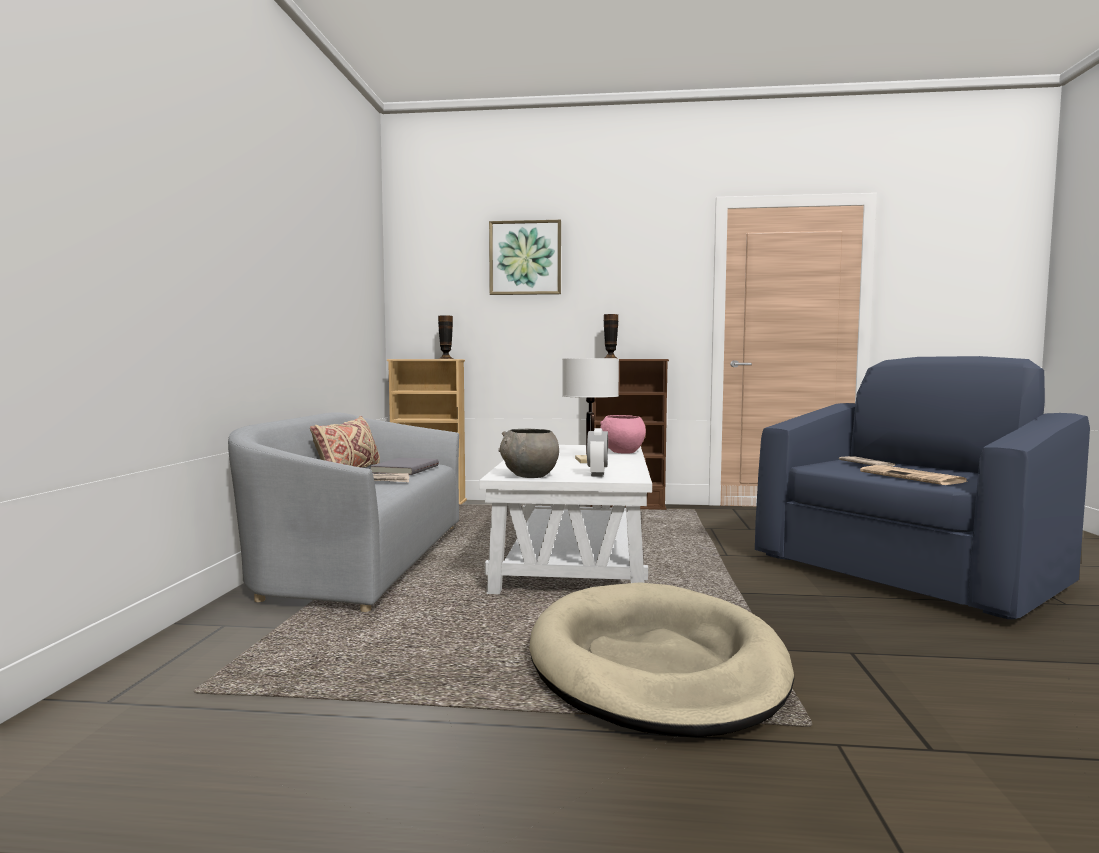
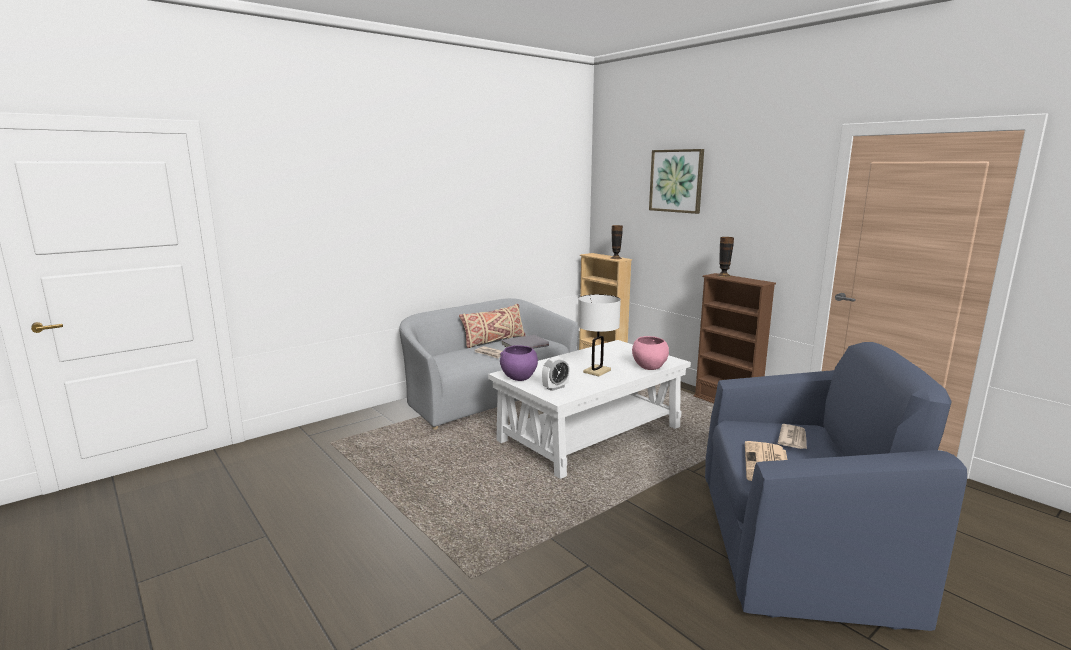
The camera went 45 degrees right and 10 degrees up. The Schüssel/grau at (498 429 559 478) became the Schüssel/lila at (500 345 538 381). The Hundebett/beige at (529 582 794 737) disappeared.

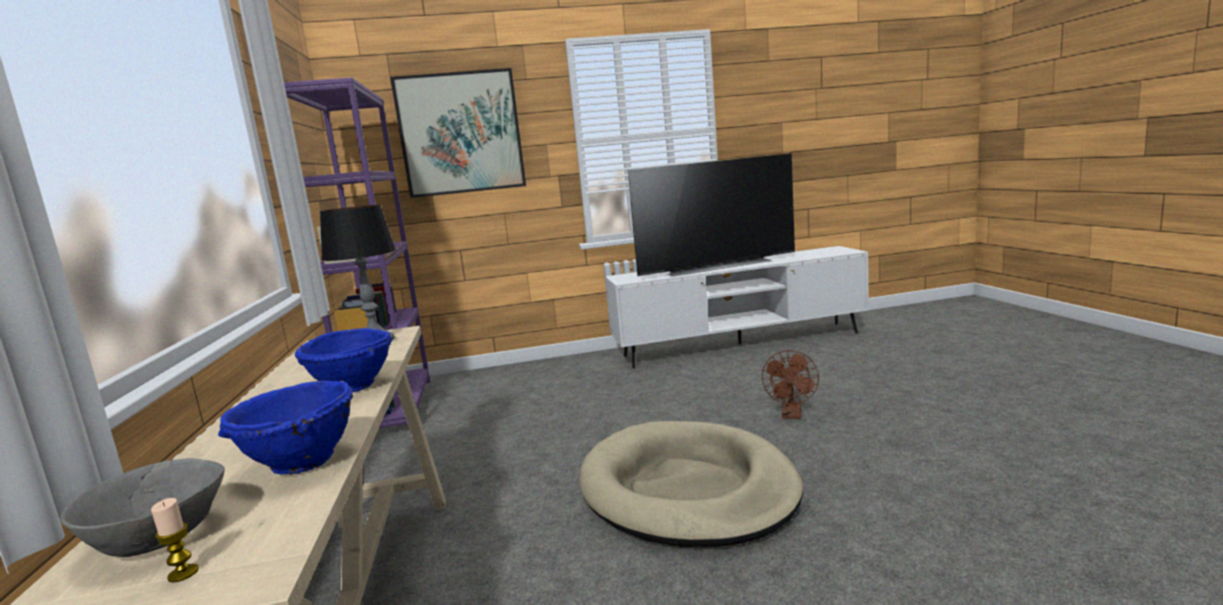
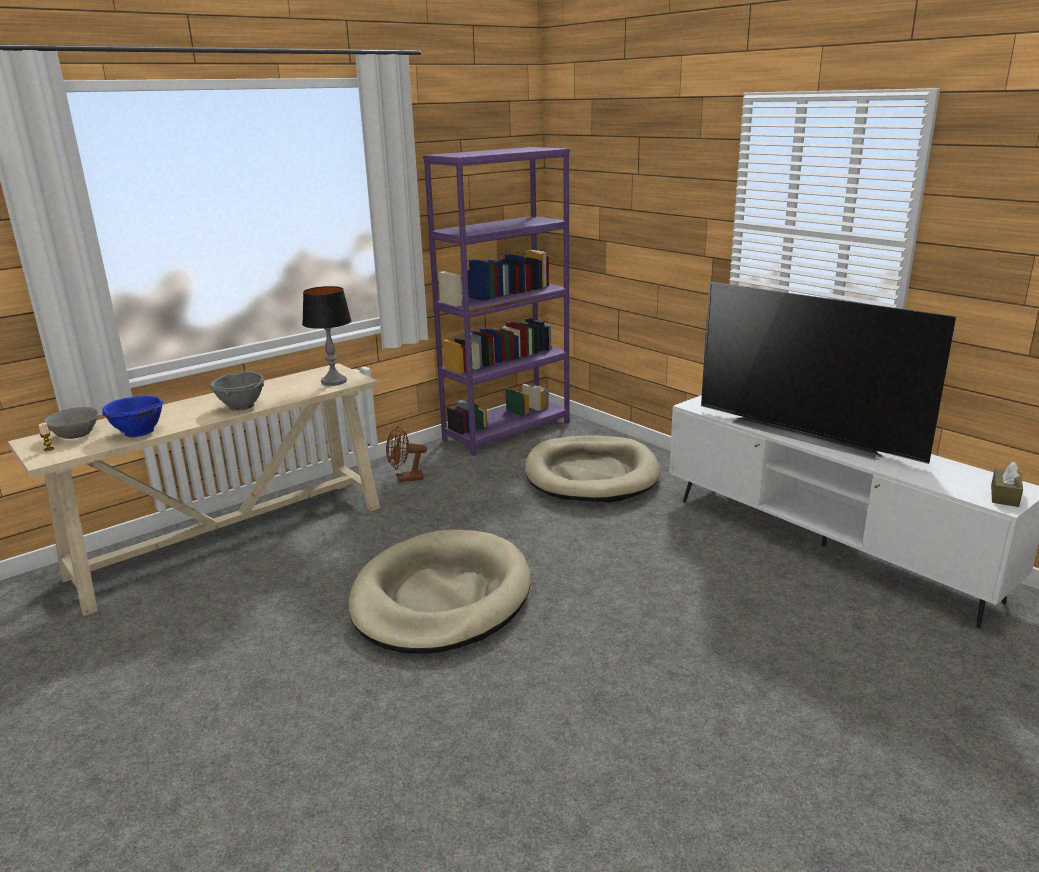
The camera went 60 degrees right and 10 degrees up. The Bild at (390 68 526 198) disappeared. The Schüssel/blau at (295 328 392 392) became the Schüssel/grau at (210 371 265 411). The Ventilator/braun moved from (762 350 819 419) to (386 425 427 483). The Hundebett/beige at (525 436 660 502) appeared. The Taschentuchbox/braun at (991 461 1023 507) appeared.

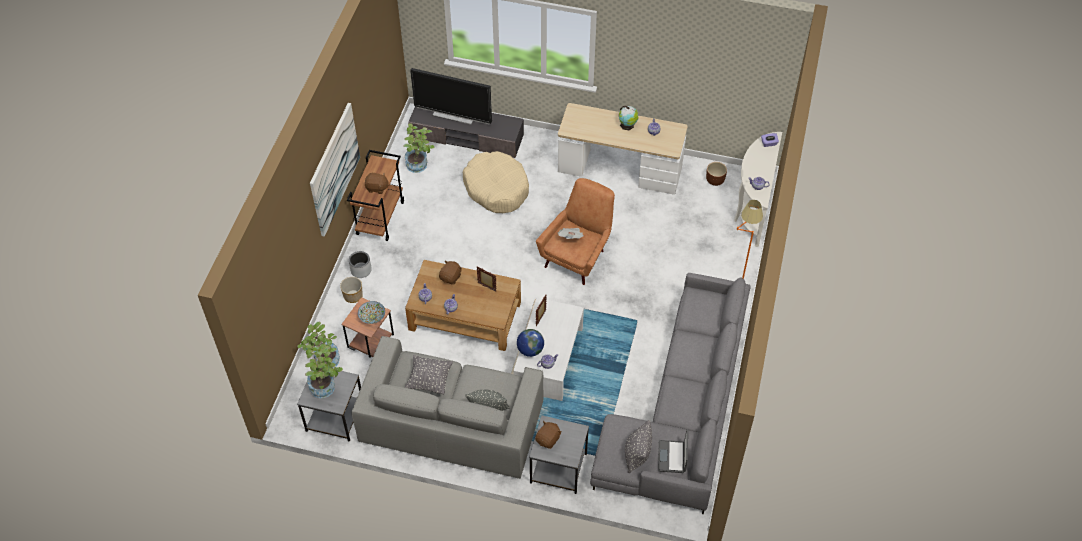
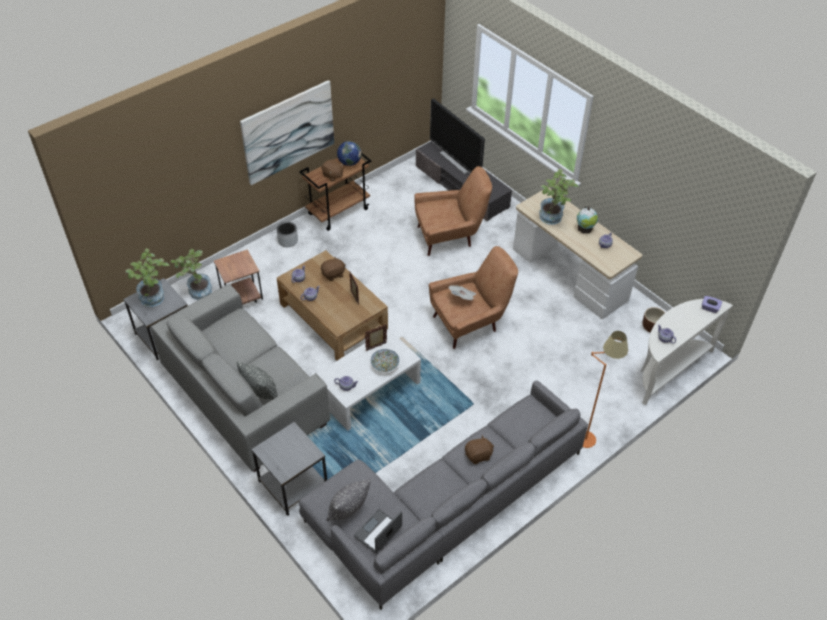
The camera went 35 degrees right and 5 degrees down. The Topfpflanze moved from (403 123 435 173) to (539 169 579 225). The Hundebett/beige at (463 151 529 213) was replaced by the Sessel/braun at (414 166 492 256). The Pflanzkübel at (340 277 363 303) disappeared. The Schüssel moved from (358 301 385 324) to (371 349 399 372). The Globus moved from (517 329 544 357) to (337 141 362 166). The Kissen/grau at (405 355 453 394) disappeared. The Plüschtier/braun moved from (535 421 561 449) to (465 435 494 464).

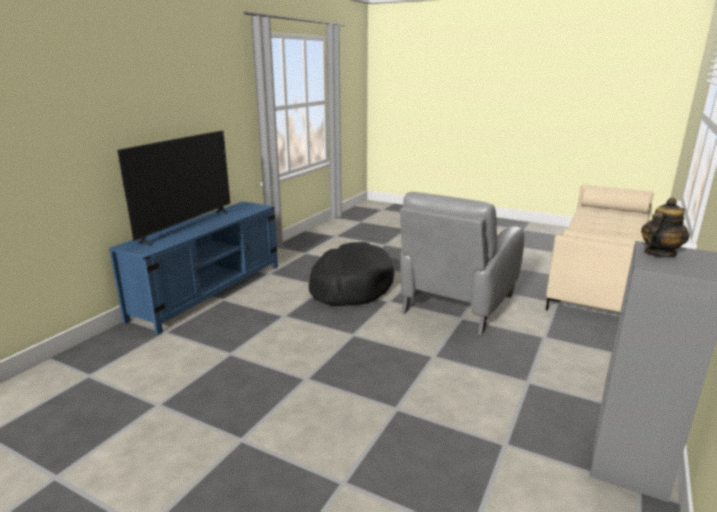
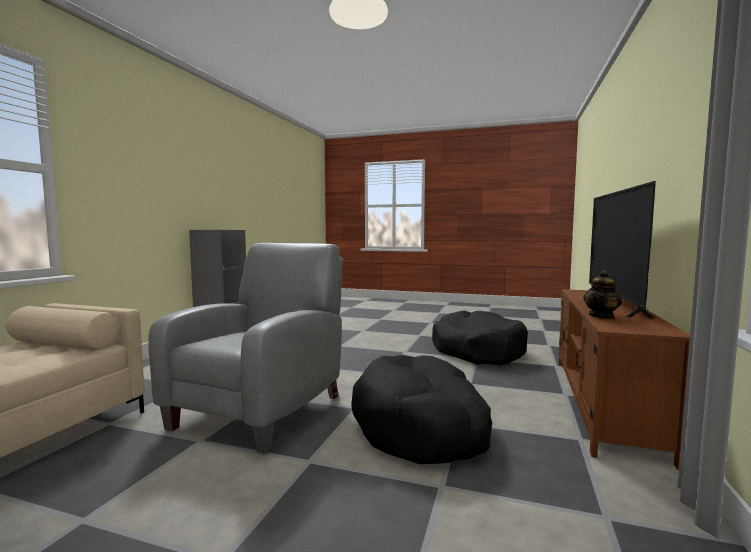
The camera went 170 degrees right and 15 degrees down. The Teekanne moved from (641 198 690 257) to (583 270 622 319). The Fernsehschrank/blau at (109 201 278 335) became the Fernsehschrank/braun at (558 289 690 470). The Hundebett/schwarz at (432 310 528 365) appeared.

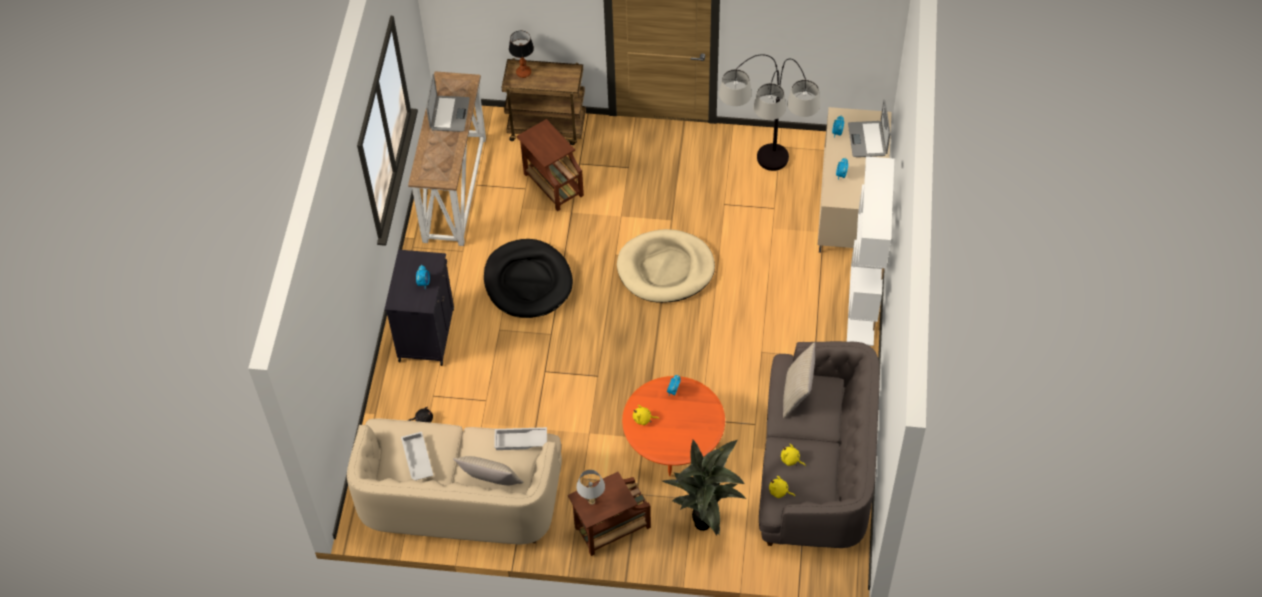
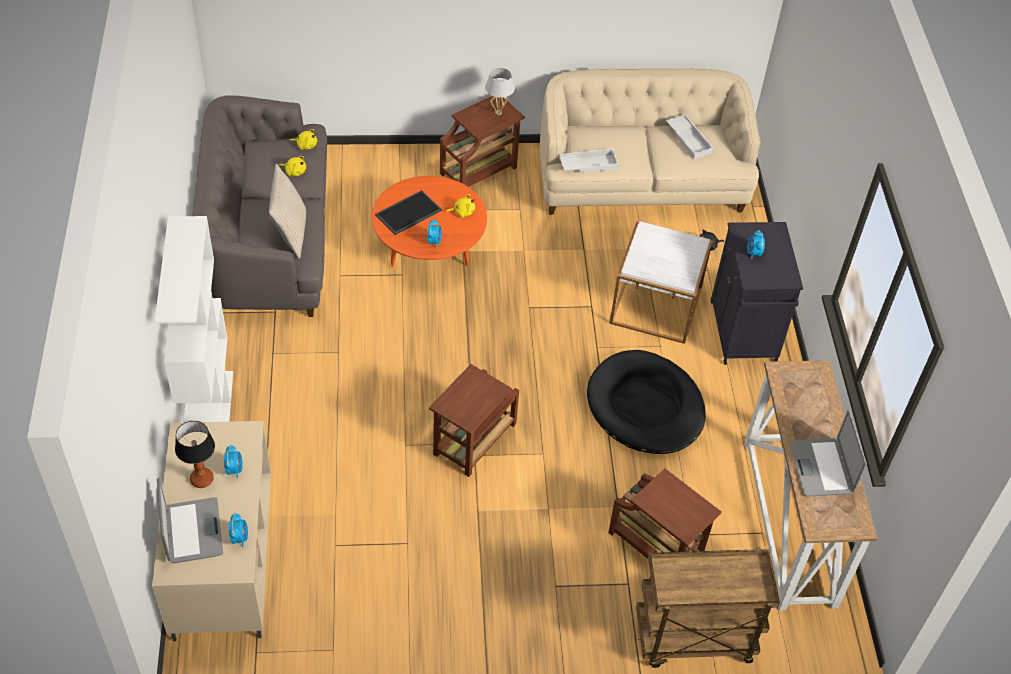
The camera went 165 degrees right and 5 degrees down. The Tischlampe moved from (509 30 534 78) to (175 421 215 488). The Stehlampe at (719 54 821 171) disappeared. The Hundebett/beige at (617 229 715 303) was replaced by the Beistelltisch/braun at (429 364 519 477). The Topfpflanze at (663 440 746 536) disappeared. The Kissen/beige at (453 456 524 485) disappeared. The Tablett at (375 190 442 235) appeared. The Beistelltisch/weiß at (609 221 713 344) appeared.

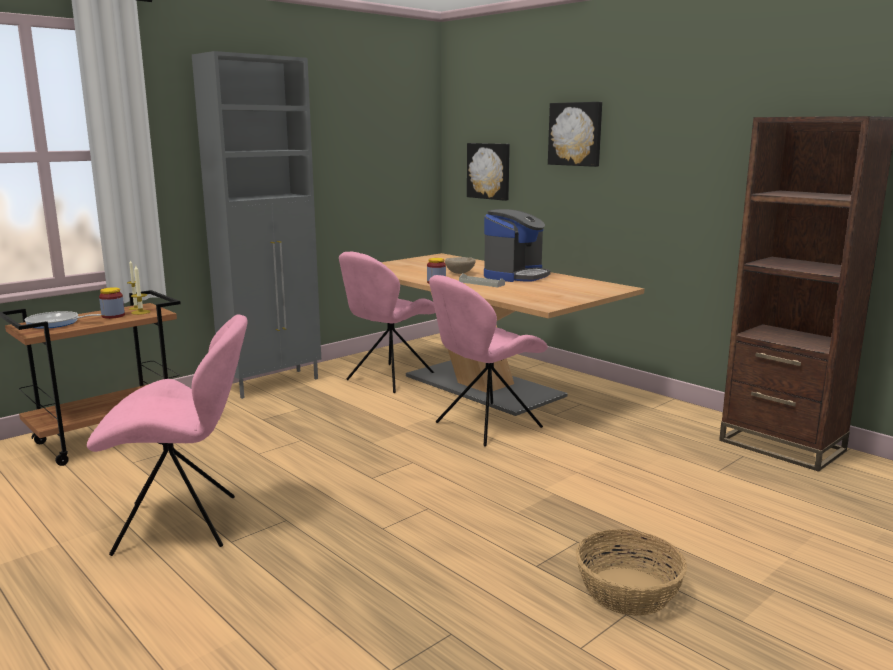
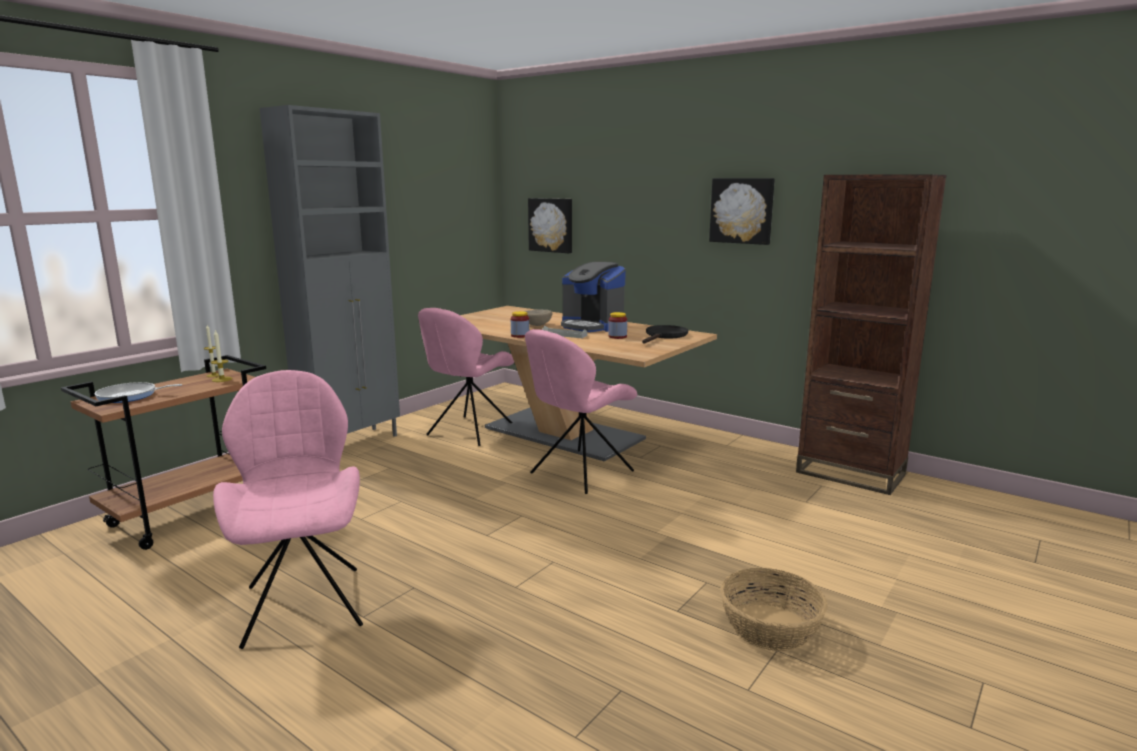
The camera went 10 degrees left and 0 degrees up. The Bild moved from (548 102 602 167) to (709 178 775 245). The Kaffeemaschine at (484 209 551 282) turned 105 degrees clockwise. The Vorratsglas moved from (99 287 125 319) to (608 312 627 339). The Stuhl/rosa at (87 314 248 556) turned 90 degrees counterclockwise. The Pfanne/schwarz at (642 325 688 344) appeared.

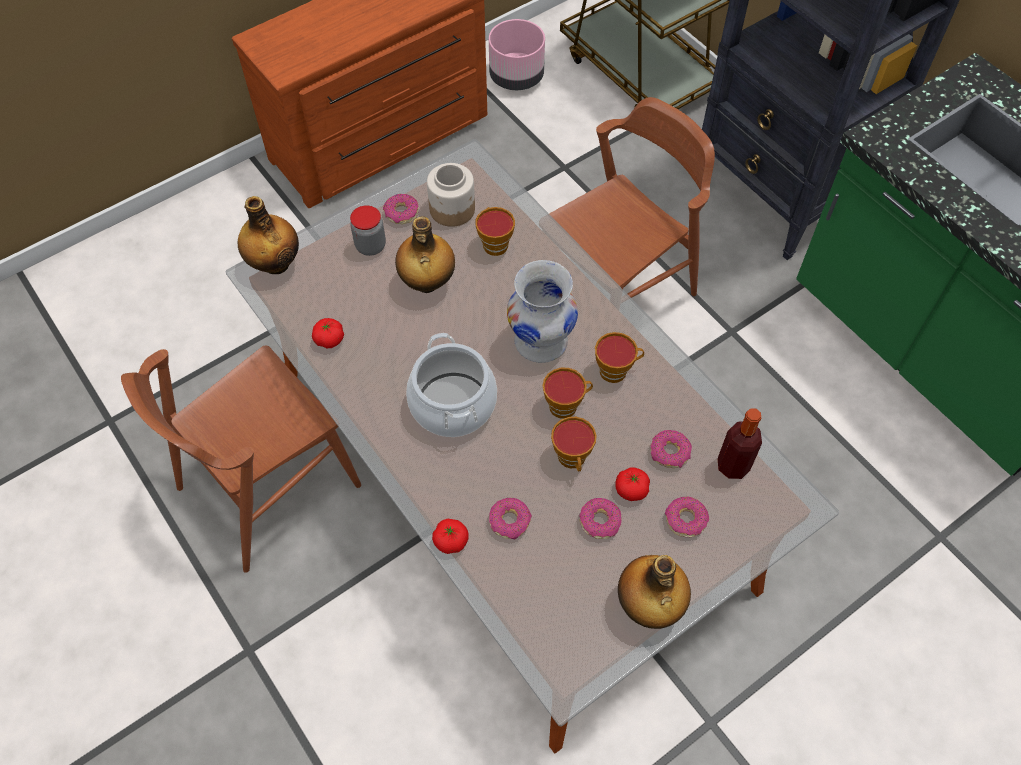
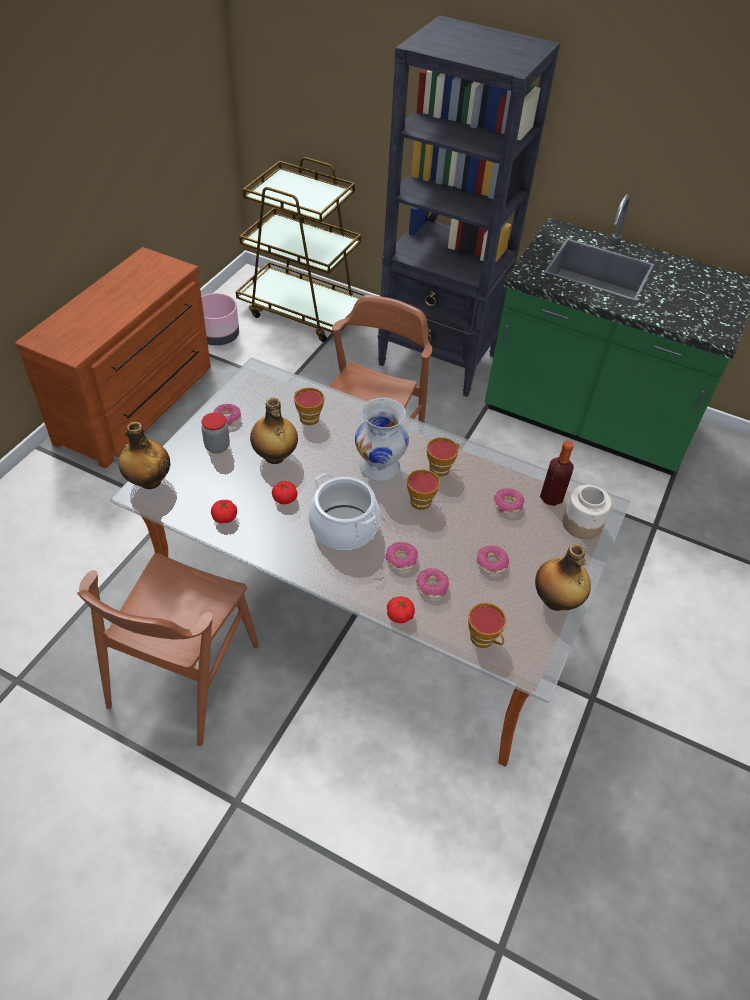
The camera went 30 degrees left and 10 degrees down. The Vorratsglas moved from (427 163 475 227) to (563 485 612 539). The Tasse moved from (551 417 597 472) to (468 603 506 648). The Tomate moved from (616 467 650 501) to (272 481 298 504). The Donut moved from (665 497 709 537) to (386 542 418 571).

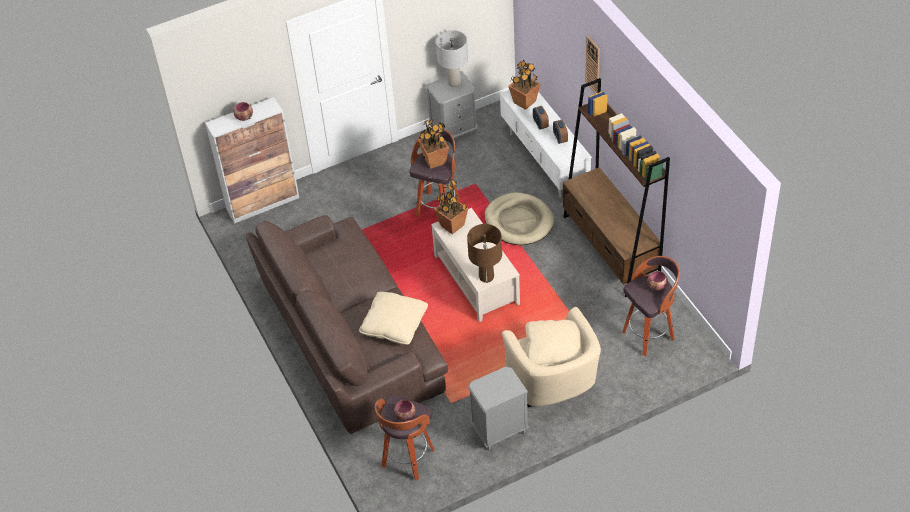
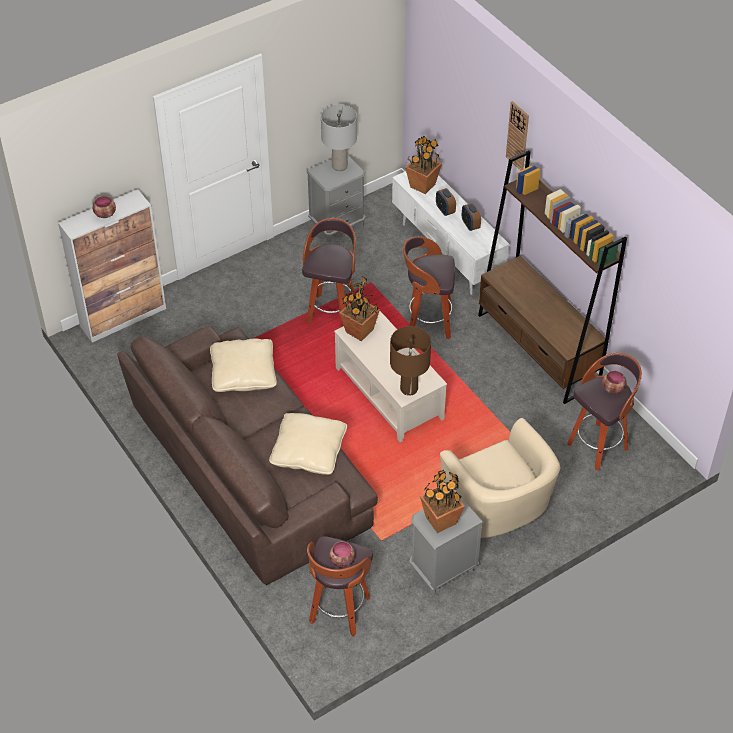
The camera went 10 degrees left and 0 degrees up. The Topfpflanze moved from (418 118 449 169) to (420 470 465 533). The Hundebett/beige at (485 192 554 245) was replaced by the Hocker at (403 237 455 339). The Kissen/beige moved from (526 320 583 366) to (210 338 277 392).

